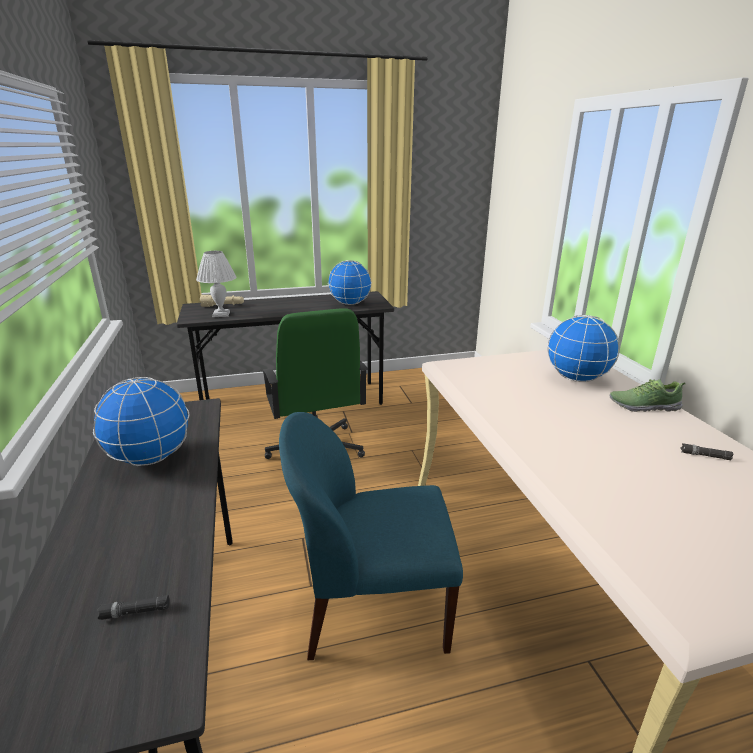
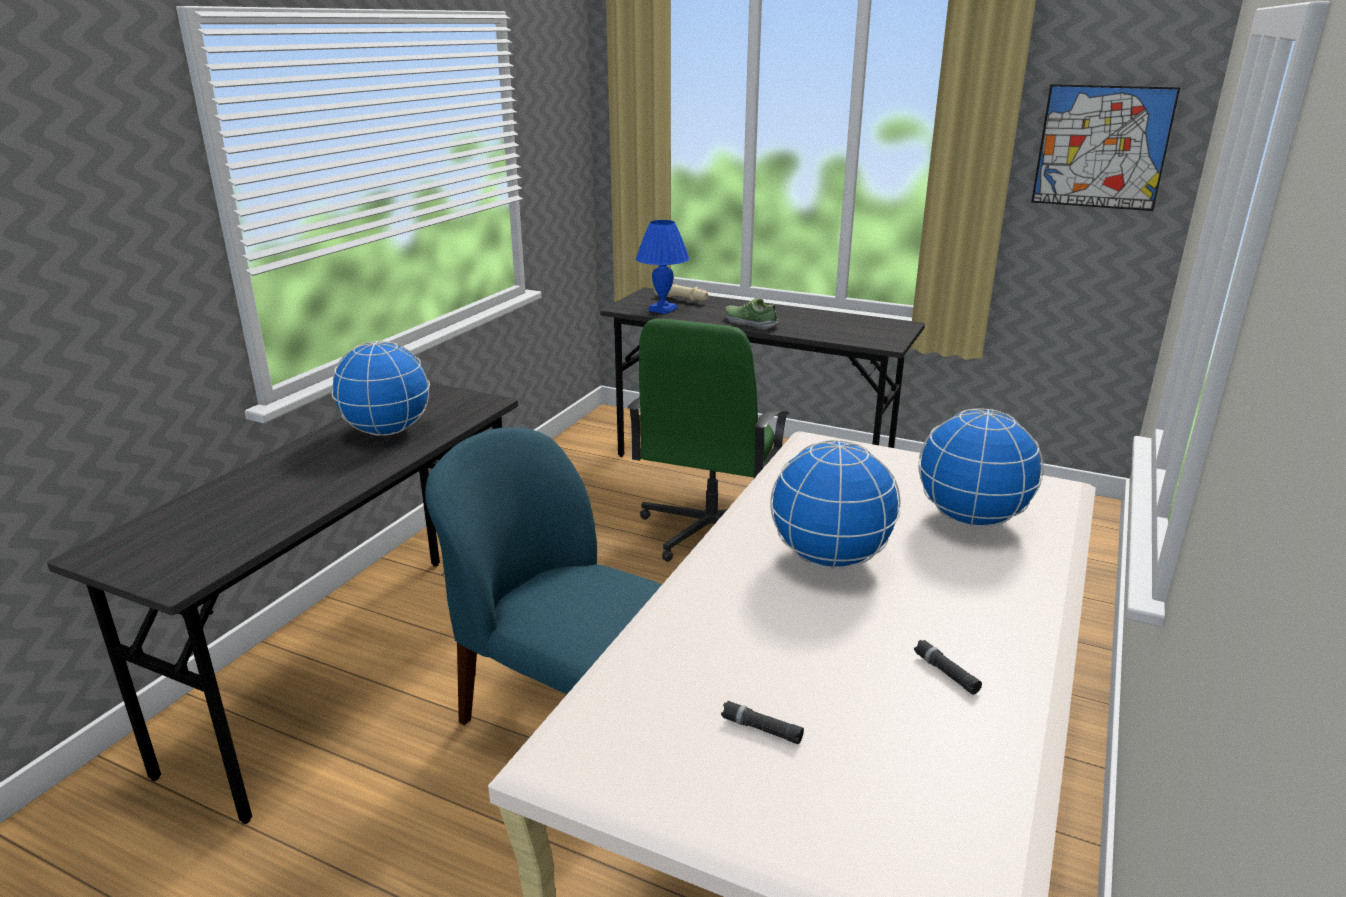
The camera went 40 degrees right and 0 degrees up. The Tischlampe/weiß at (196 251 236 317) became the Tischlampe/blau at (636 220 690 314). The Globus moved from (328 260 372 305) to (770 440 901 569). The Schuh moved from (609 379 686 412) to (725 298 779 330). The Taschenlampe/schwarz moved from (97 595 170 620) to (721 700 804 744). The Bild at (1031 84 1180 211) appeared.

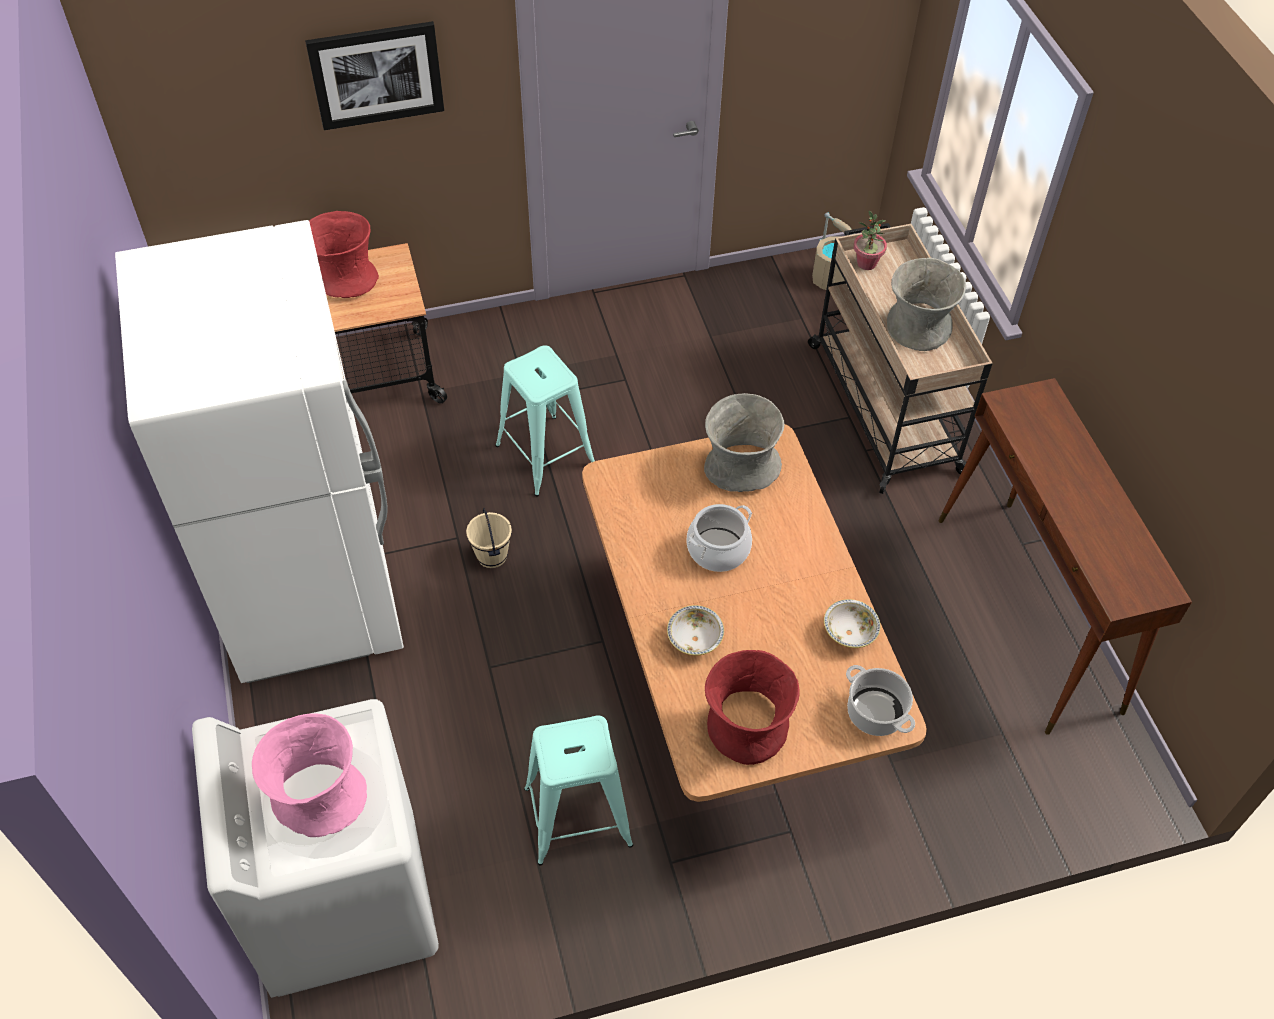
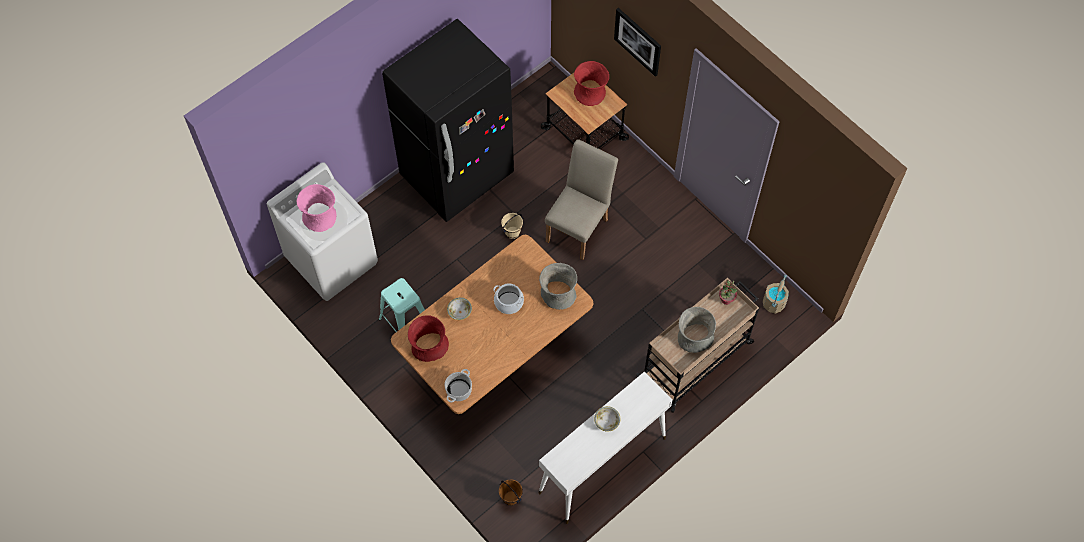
The camera went 65 degrees right and 10 degrees up. The Kühlschrank/weiß at (115 220 404 683) became the Kühlschrank/schwarz at (382 19 514 222). The Hocker/türkis at (495 345 595 496) was replaced by the Stuhl/beige at (545 139 618 260). The Konsolentisch/braun at (938 378 1192 735) became the Konsolentisch/weiß at (538 371 672 524). The Schüssel moved from (824 599 880 648) to (594 406 621 432). The Eimer/braun at (499 479 523 506) appeared.

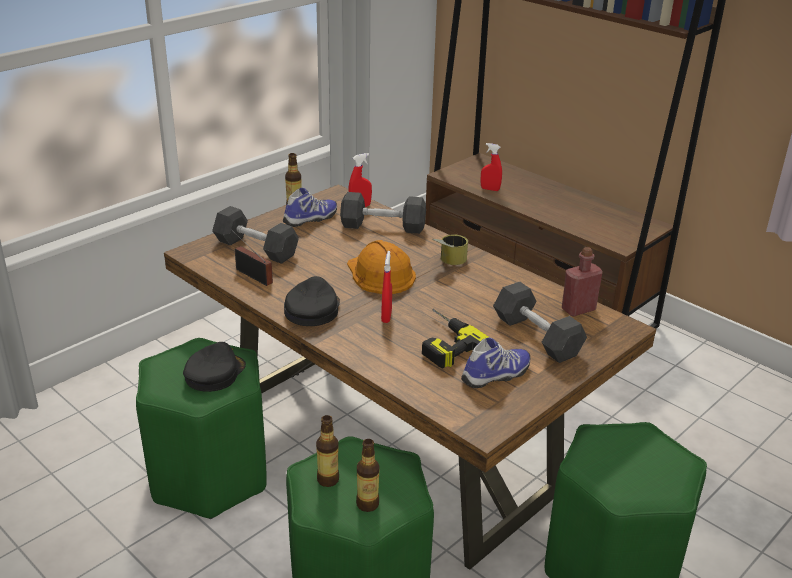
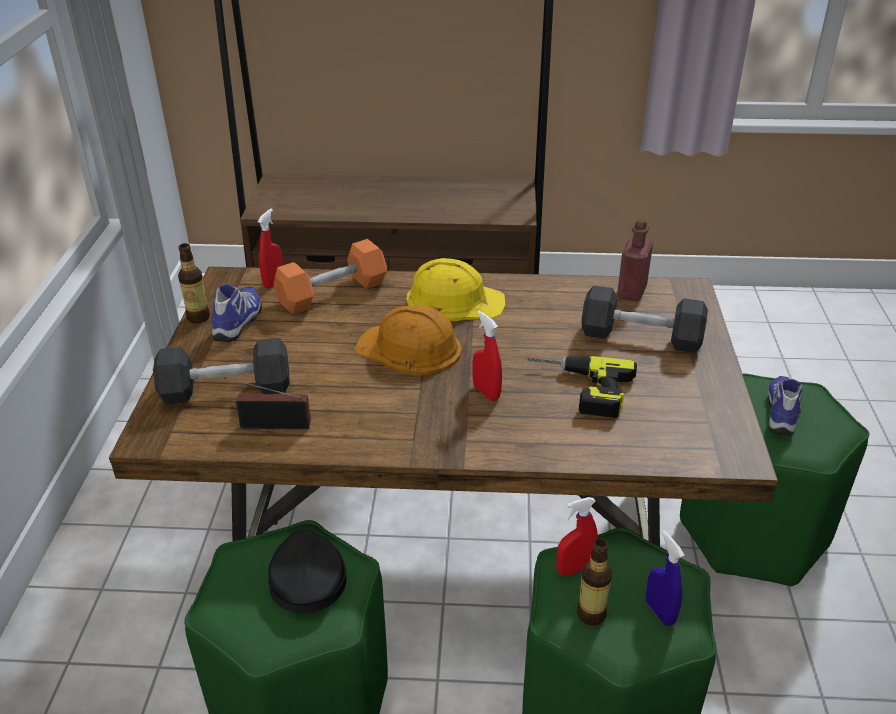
The camera went 40 degrees left and 5 degrees up. The Sprühflasche/rot moved from (480 143 502 191) to (556 497 598 576). The Hantel/grau at (340 192 426 234) became the Hantel/orange at (273 239 387 314). The Dose at (432 235 468 265) was replaced by the Schutzhelm/gelb at (407 258 505 321). The Kappe/schwarz at (284 276 340 326) disappeared. The Schuh moved from (461 337 531 388) to (767 376 803 436). The Flasche at (356 439 380 512) was replaced by the Sprühflasche/blau at (646 530 685 626).

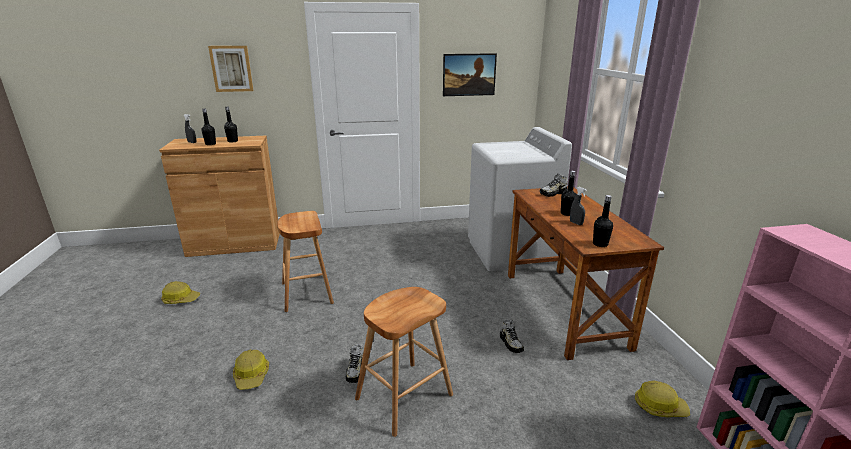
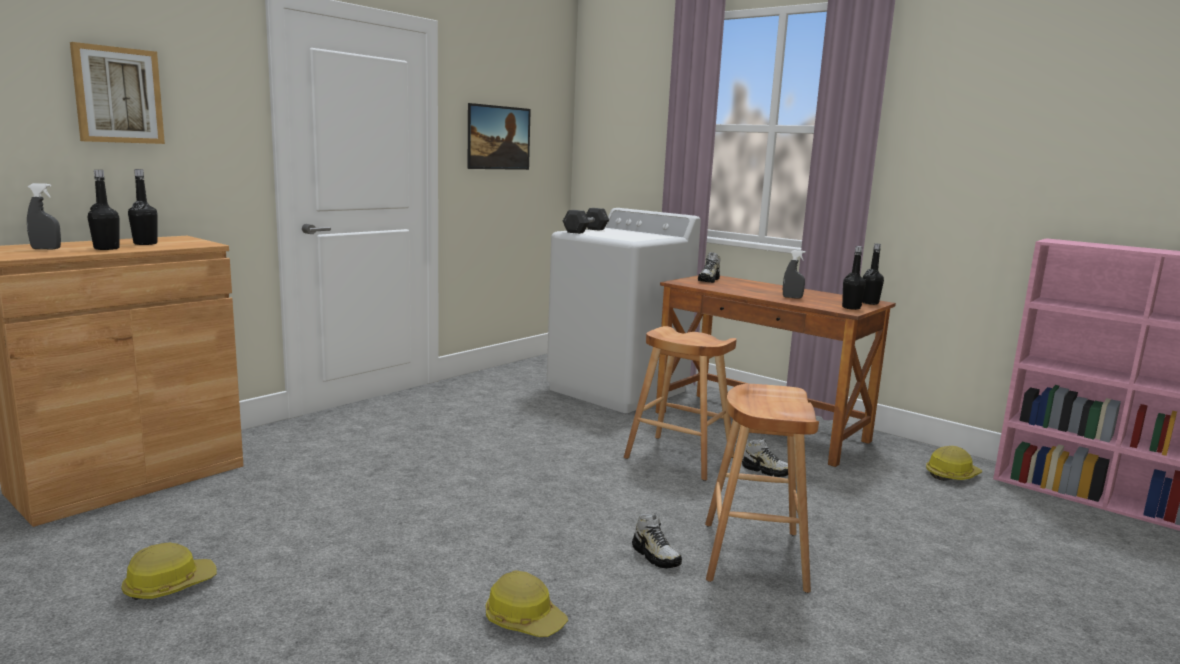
The camera went 40 degrees left and 10 degrees down. The Flasche/schwarz moved from (561 171 577 216) to (862 244 884 305). The Hocker/braun moved from (277 211 334 312) to (624 326 736 481). The Hantel/grau at (563 208 609 234) appeared.

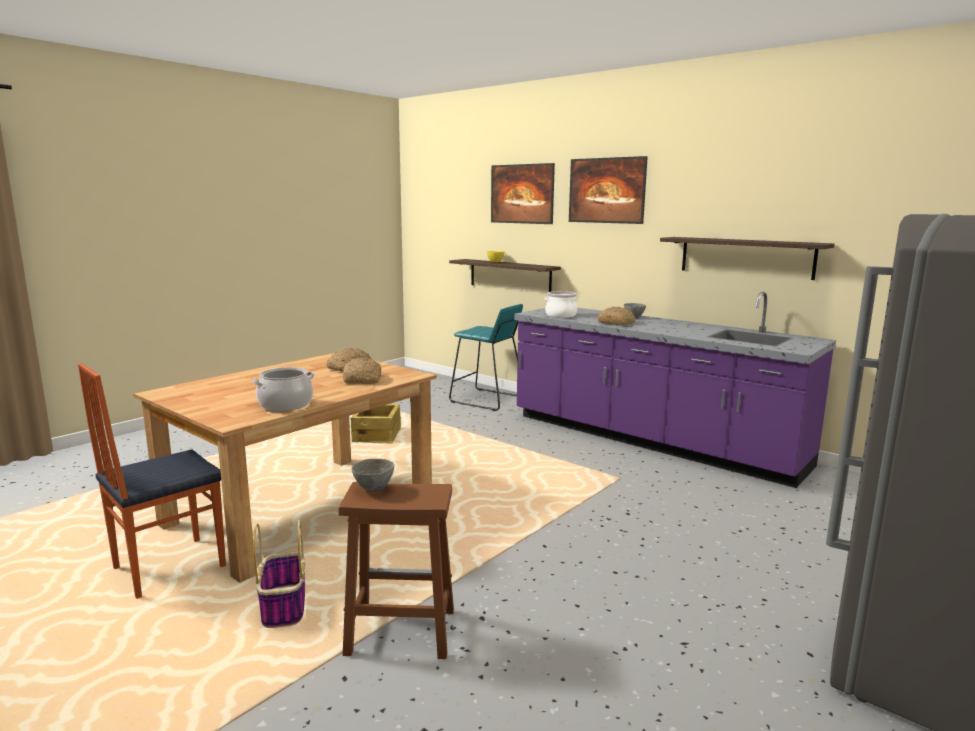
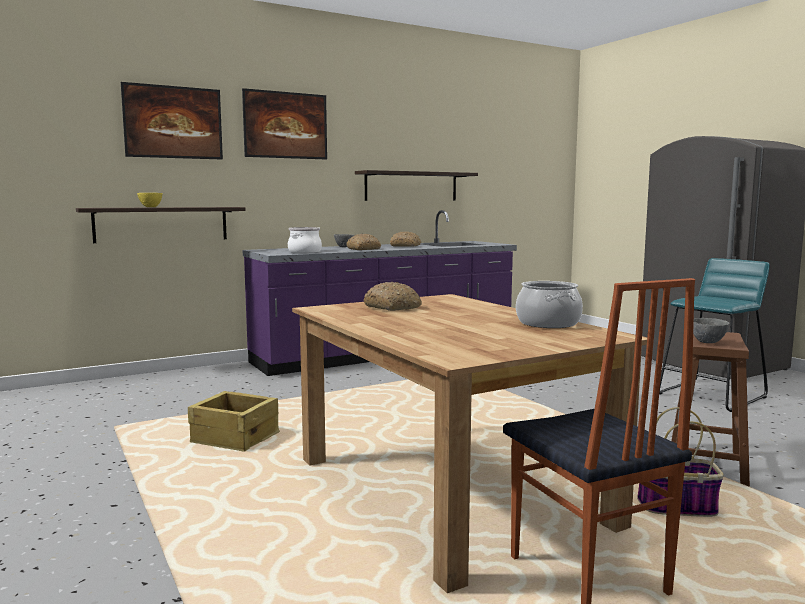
The camera went 70 degrees left and 5 degrees down. The Hocker/türkis moved from (449 304 523 411) to (659 258 770 412). The Brot moved from (343 358 381 384) to (390 231 421 247).

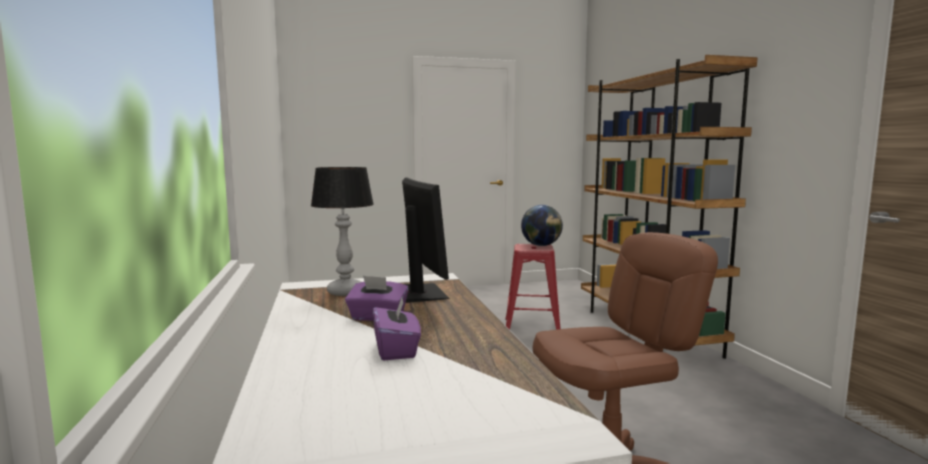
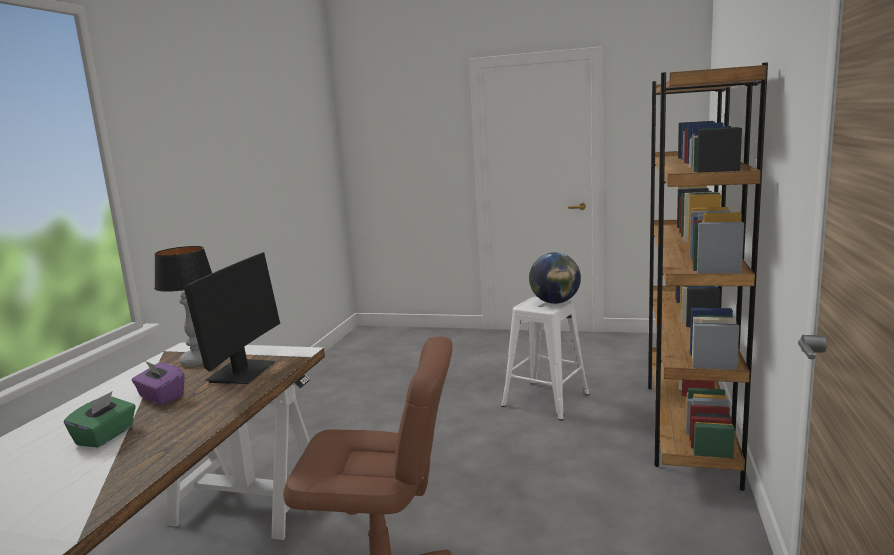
The camera went 30 degrees right and 5 degrees up. The Hocker/rot at (505 244 561 330) became the Hocker/weiß at (501 297 590 420). The Taschentuchbox/lila at (373 297 421 361) became the Taschentuchbox/grün at (64 392 136 448).

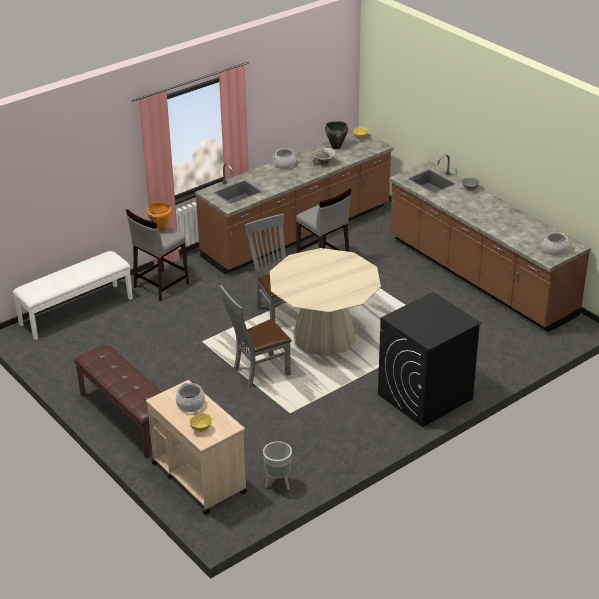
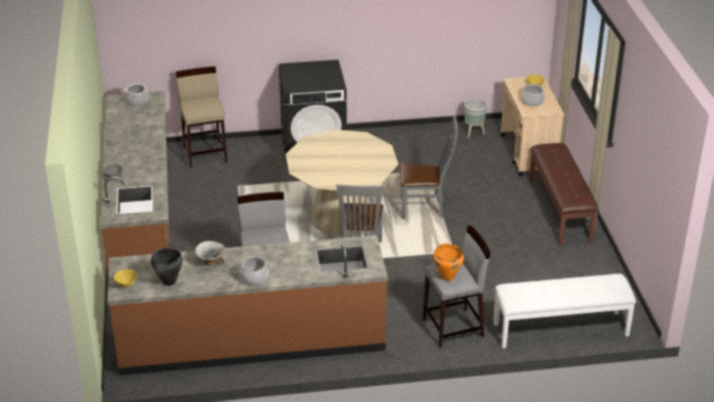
The camera went 150 degrees left and 0 degrees up. The Hocker/beige at (176 66 227 168) appeared.

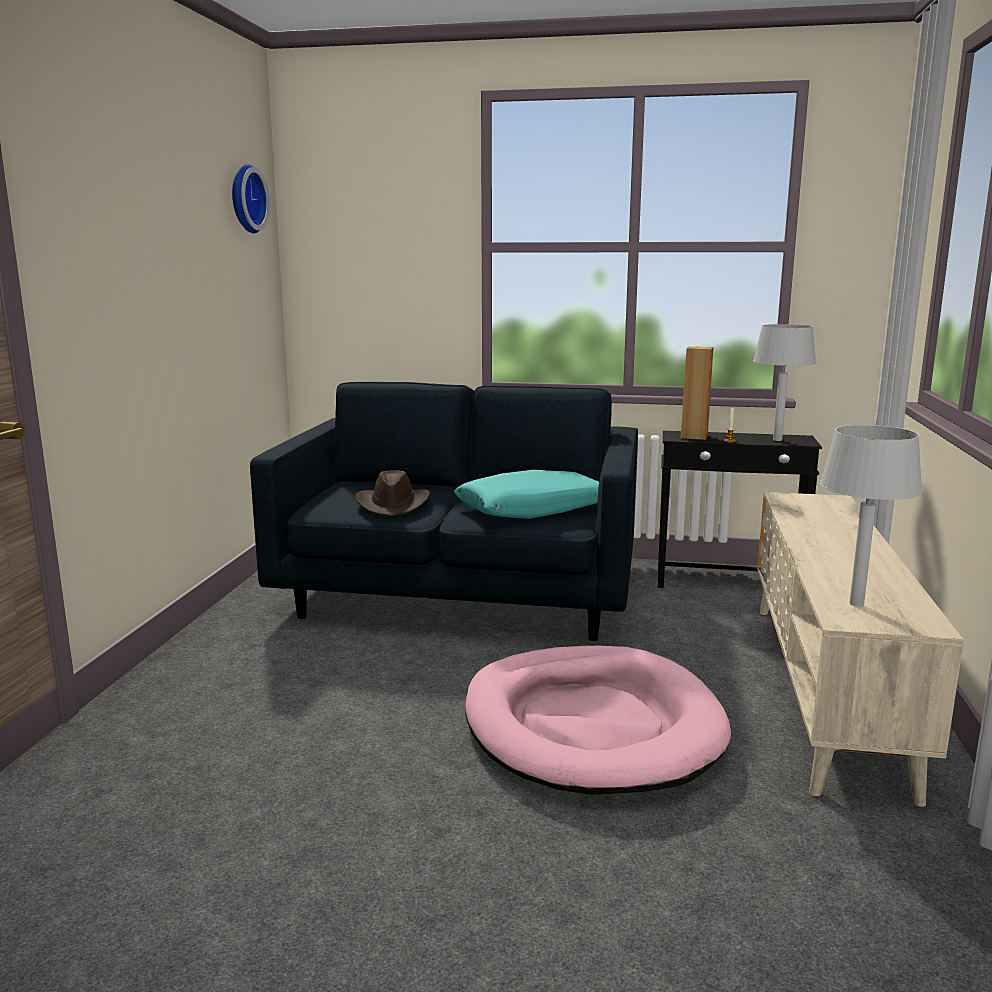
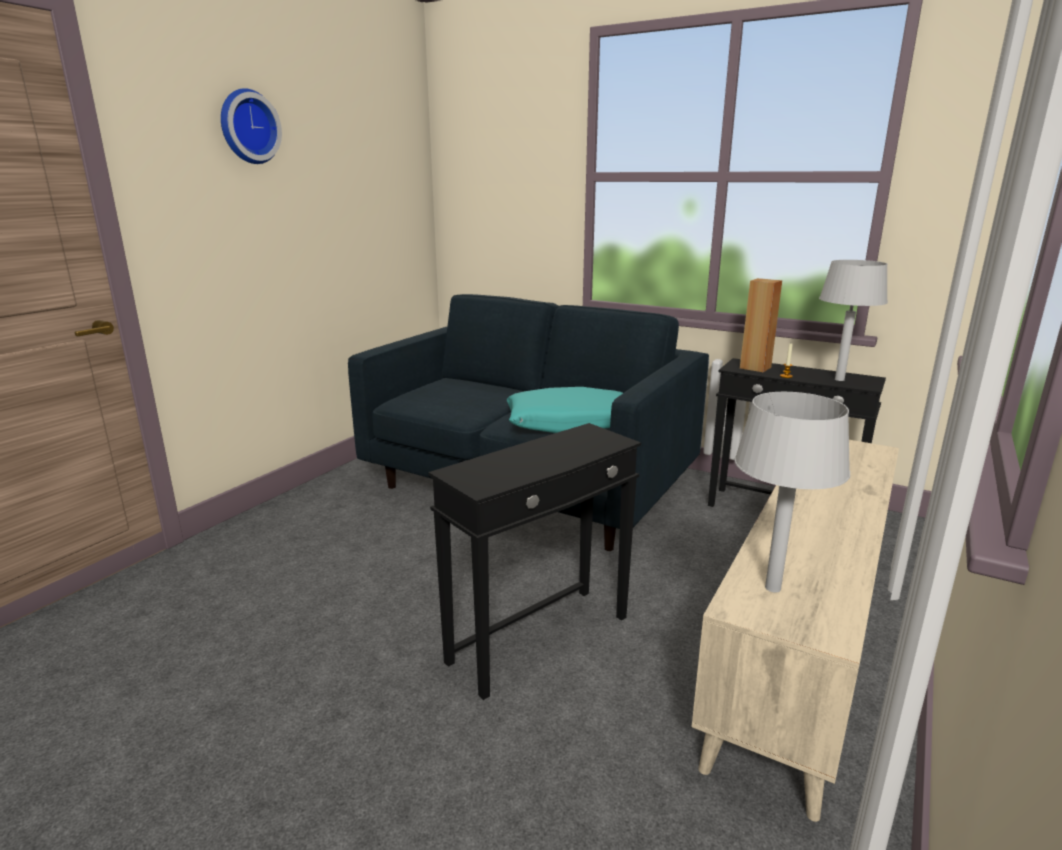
The camera went 20 degrees right and 5 degrees up. The Wanduhr moved from (232 164 270 234) to (221 88 282 164). The Hut/braun at (356 470 430 517) disappeared. The Hundebett/rosa at (465 646 731 795) was replaced by the Beistelltisch/schwarz at (428 423 641 700).

